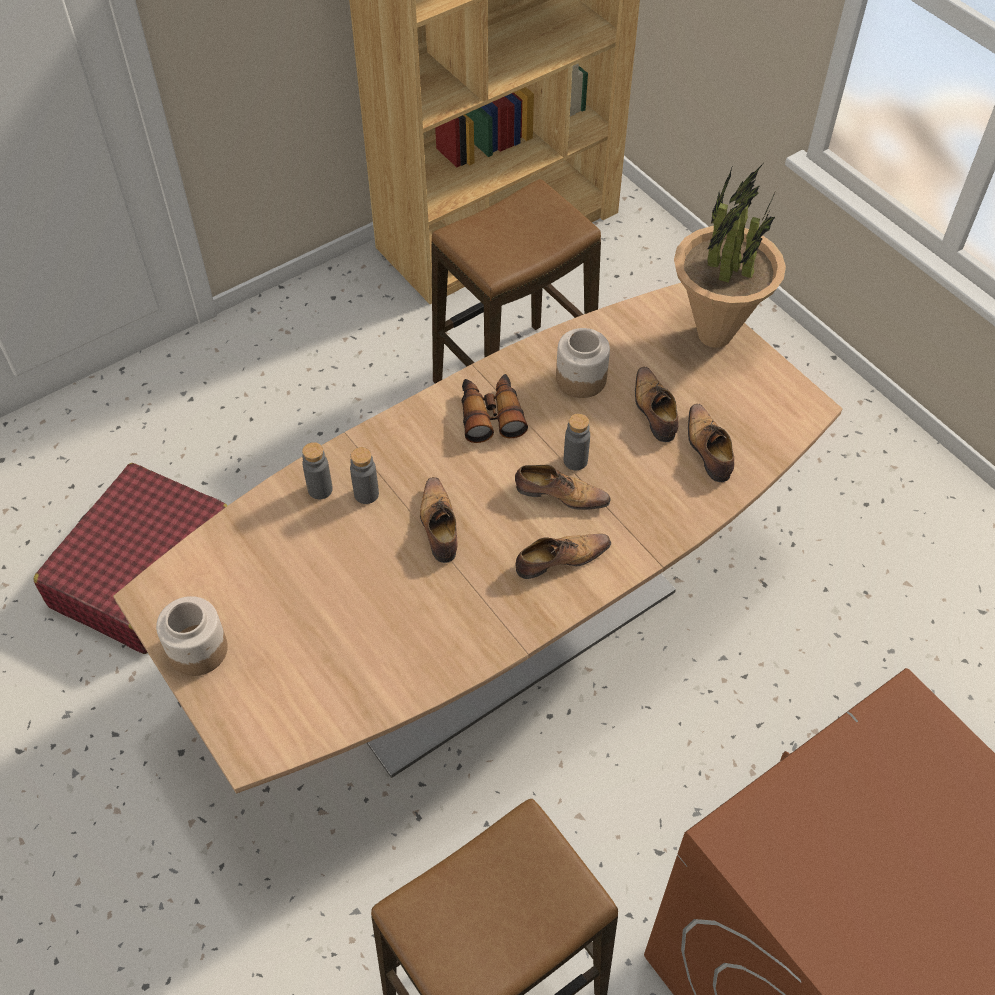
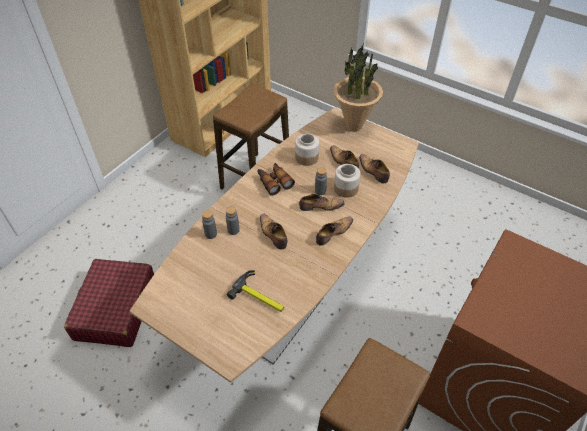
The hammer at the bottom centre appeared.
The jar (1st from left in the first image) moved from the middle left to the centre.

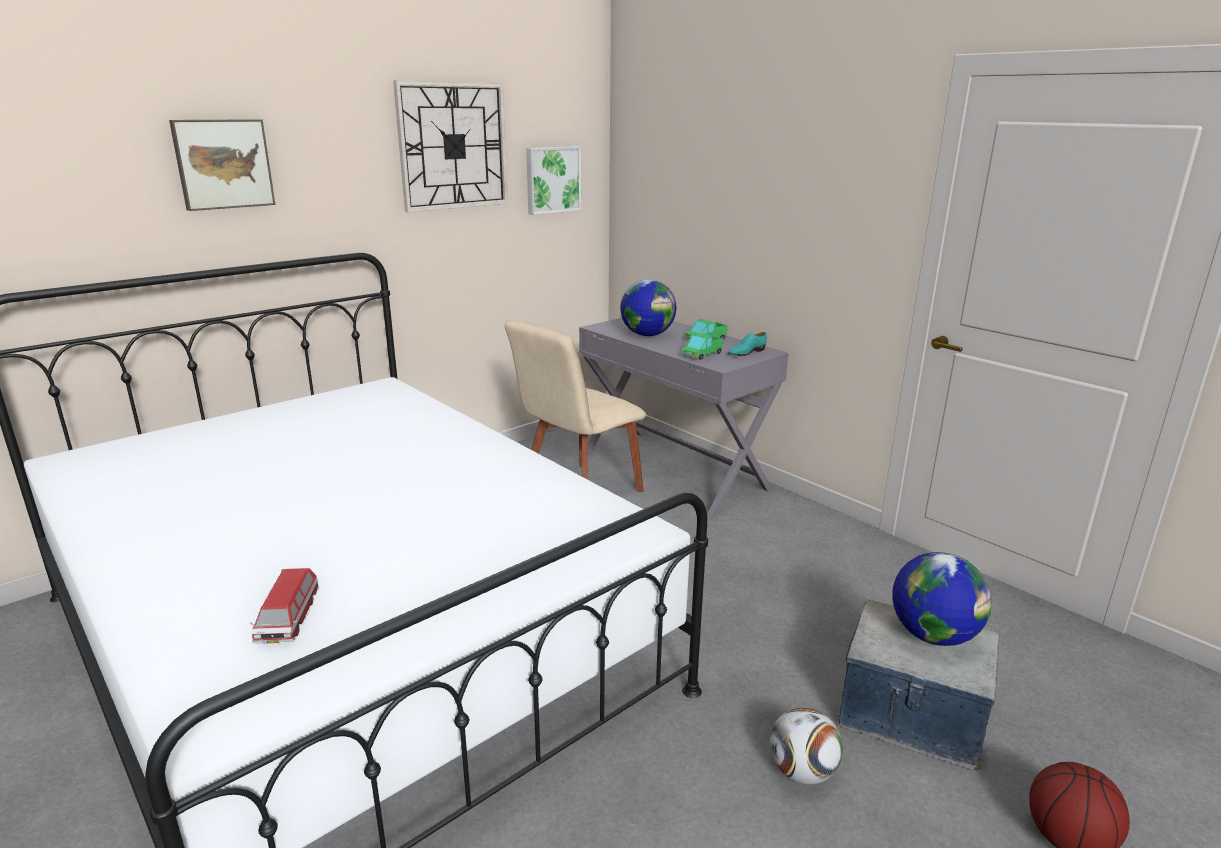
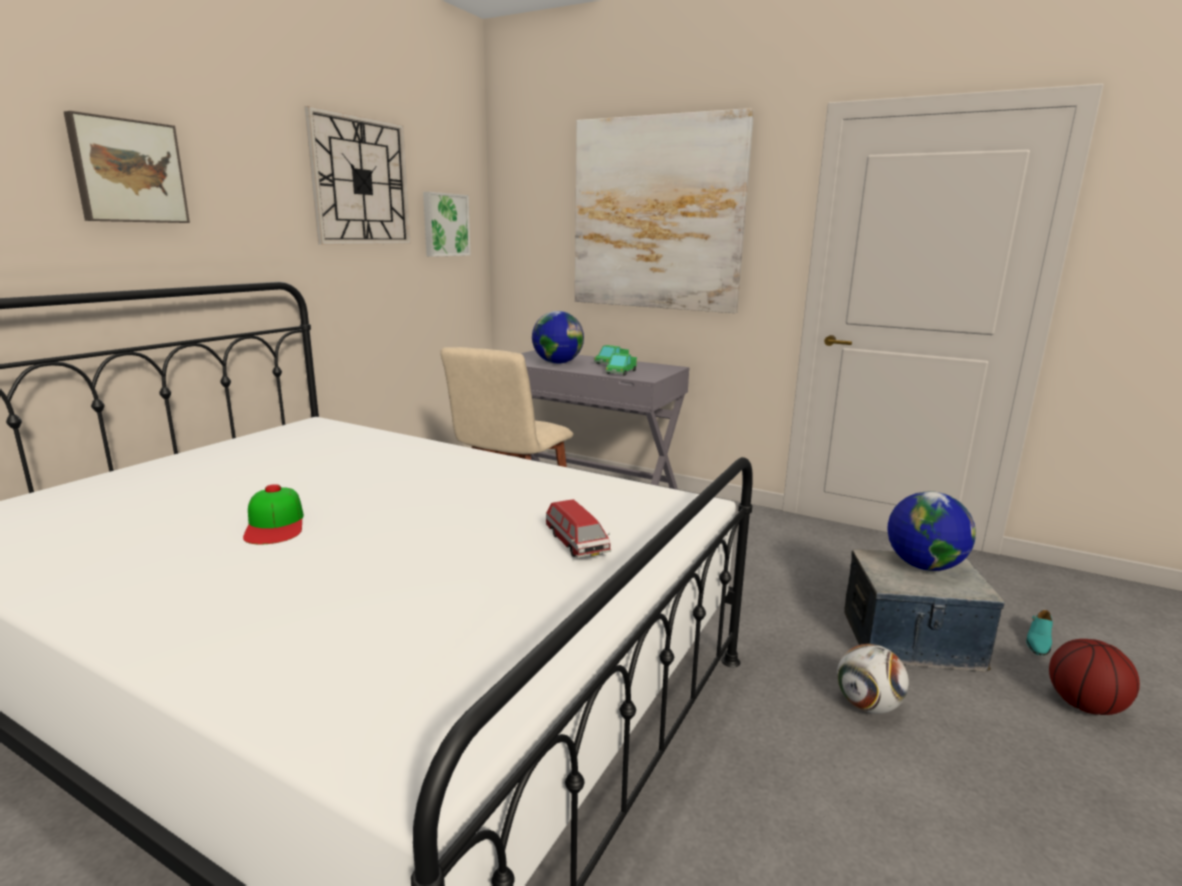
The peaked cap at the middle left appeared.
The toy car moved from the bottom left to the centre.
The wall art (3rd from left) at the top centre appeared.
The turquoise-coloured shoe moved from the centre to the bottom right.

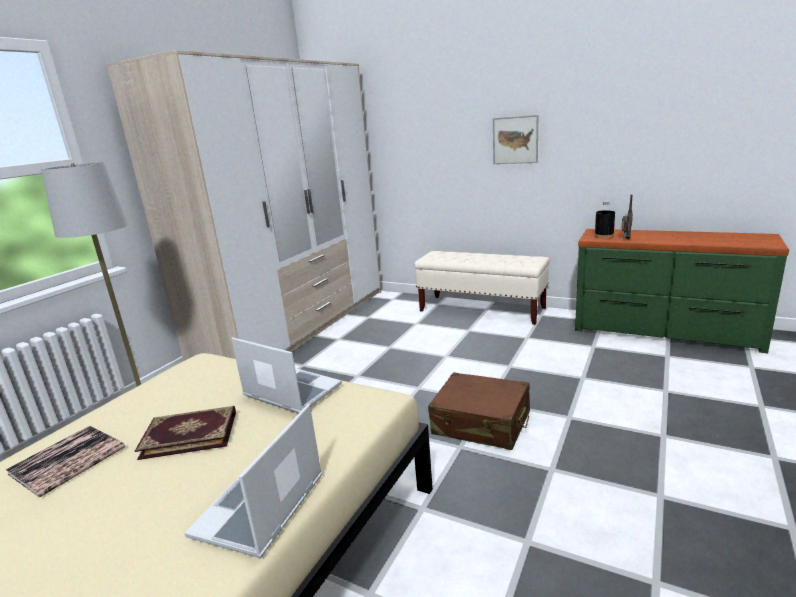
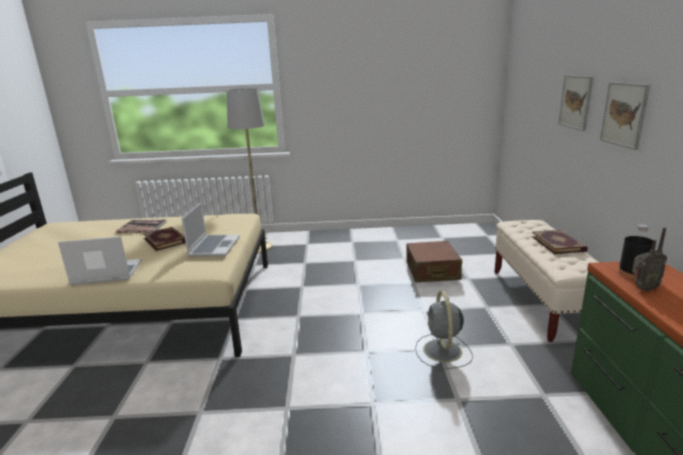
The brown travel case moved from the bottom centre to the centre.
The grey fan at the bottom centre appeared.
The volume (3rd from left) at the middle right appeared.
The wall art (1st from left) at the top right appeared.
The armoire at the middle left disappeared.

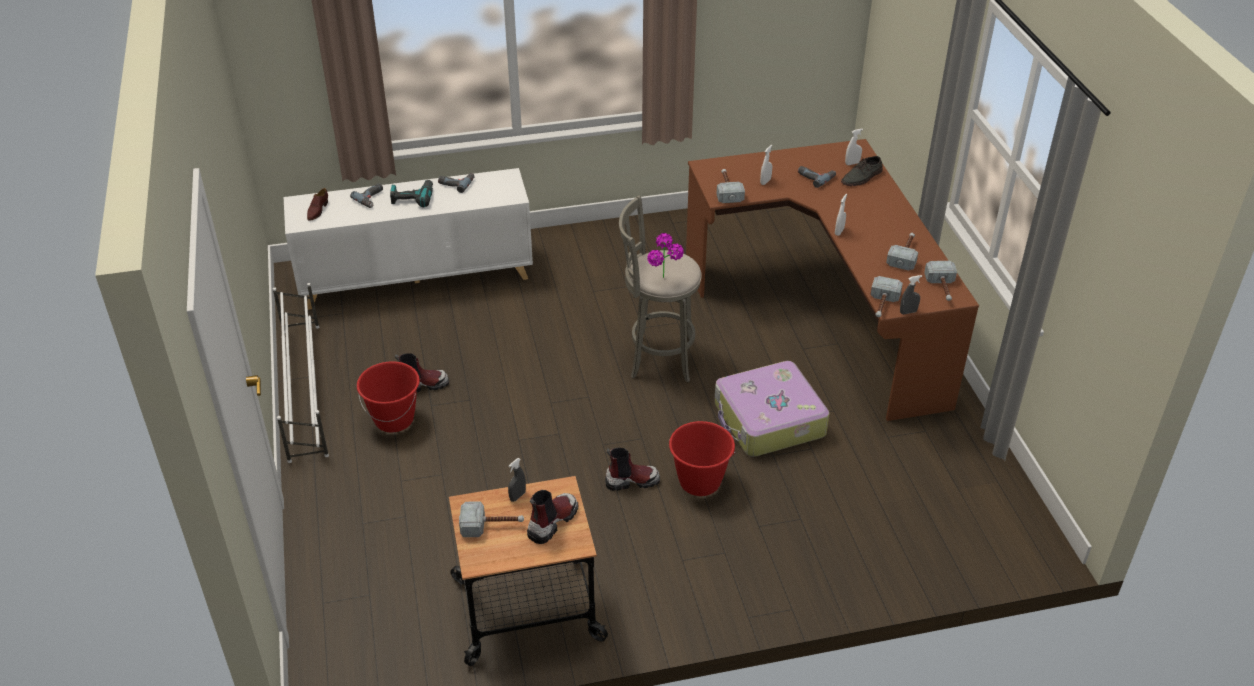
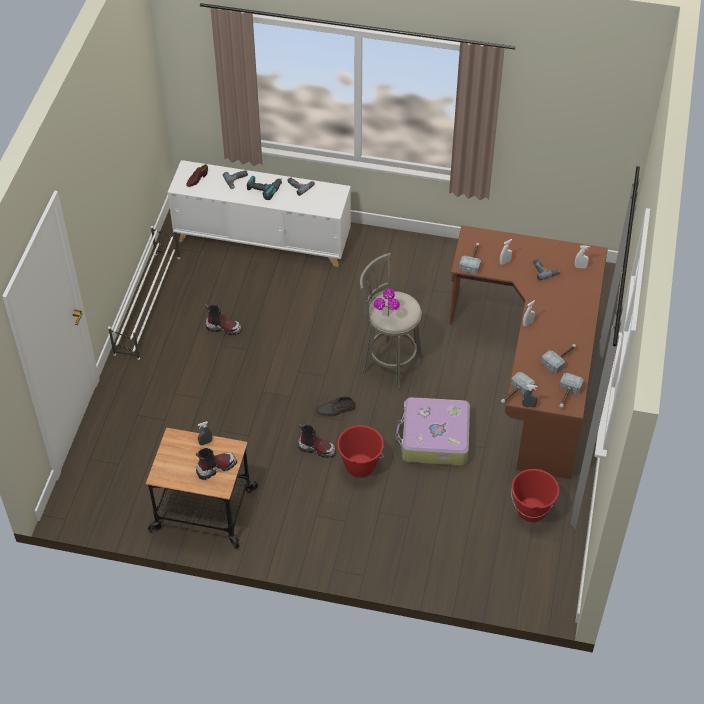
The grey shoe moved from the top right to the centre.
The red pail (1st from left in the first image) moved from the middle left to the bottom right.
The hammer (1st from left) at the bottom centre disappeared.

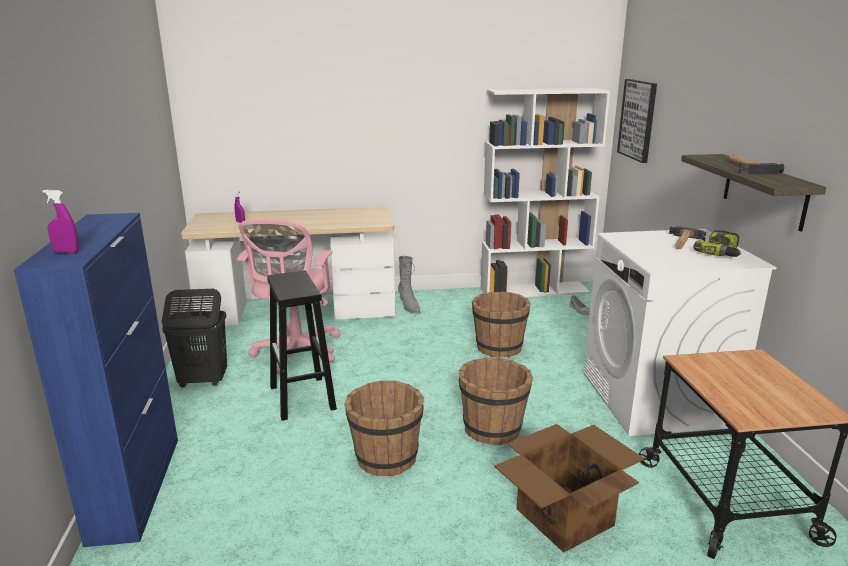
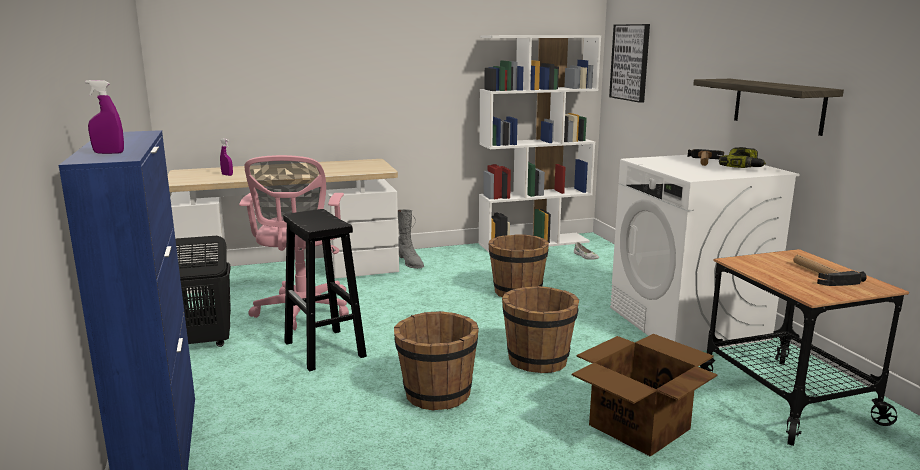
The hammer (2nd from left) moved from the top right to the middle right.

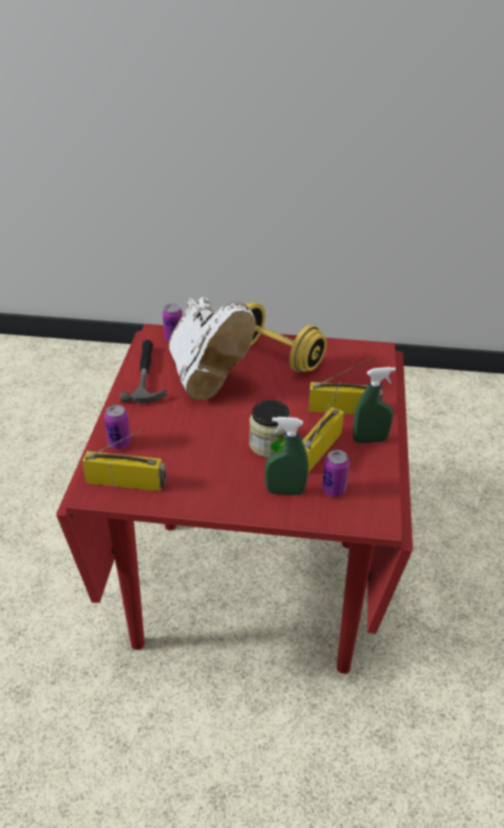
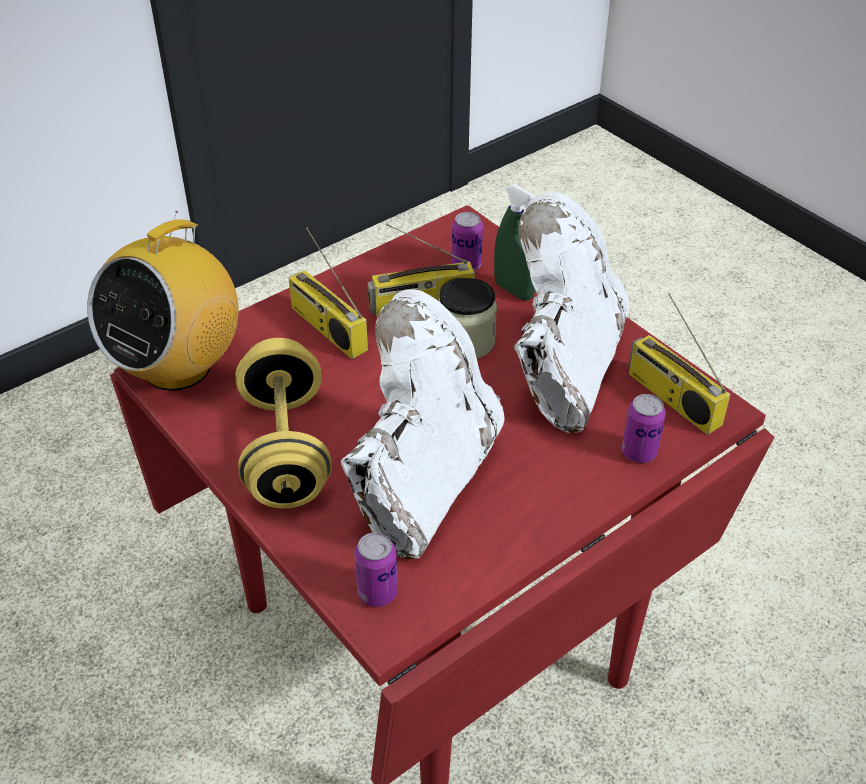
The radio set (1st from left) at the middle left appeared.
The whitish boot (2nd from left) at the centre appeared.
The hammer at the middle left disappeared.
The green spray bottle (2nd from left) at the middle right disappeared.

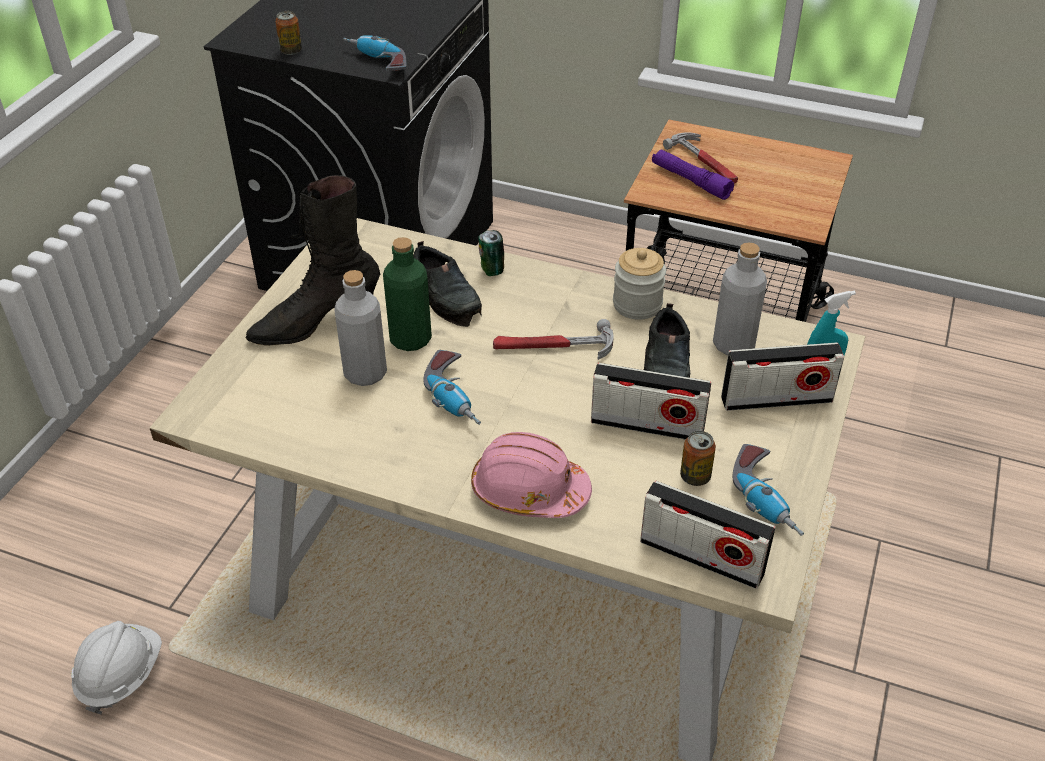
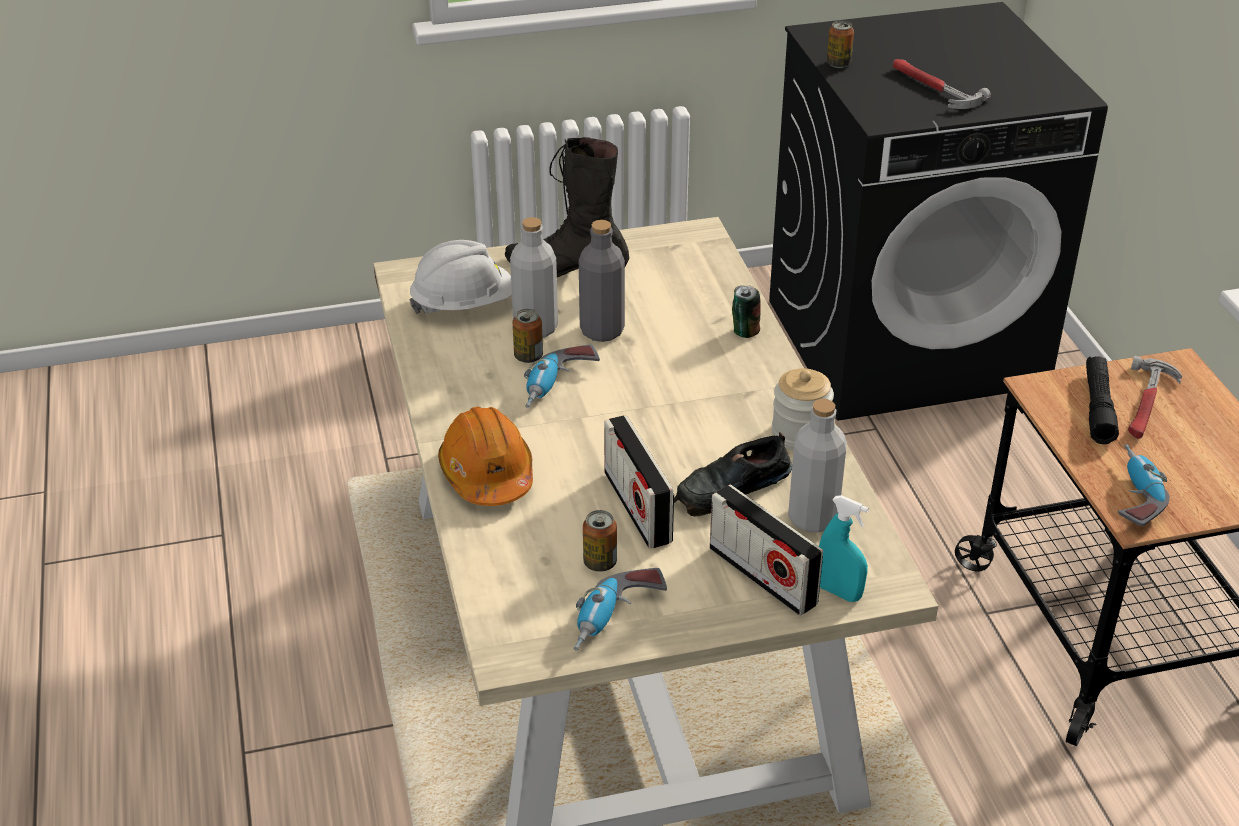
The whitish hard hat moved from the bottom left to the centre.
The pink-coloured hard hat at the centre became the orangey hard hat at the centre.
The can (1st from left) at the centre appeared.
The green bottle at the centre became the grey bottle (2nd from left) at the centre.
The hammer (1st from left) moved from the centre to the top right.
The purplish torch at the top centre became the black torch at the middle right.
The power drill (1st from left in the first image) moved from the top centre to the middle right.
The black shoe (1st from left) at the centre disappeared.
The radio set (2nd from left) at the bottom right disappeared.

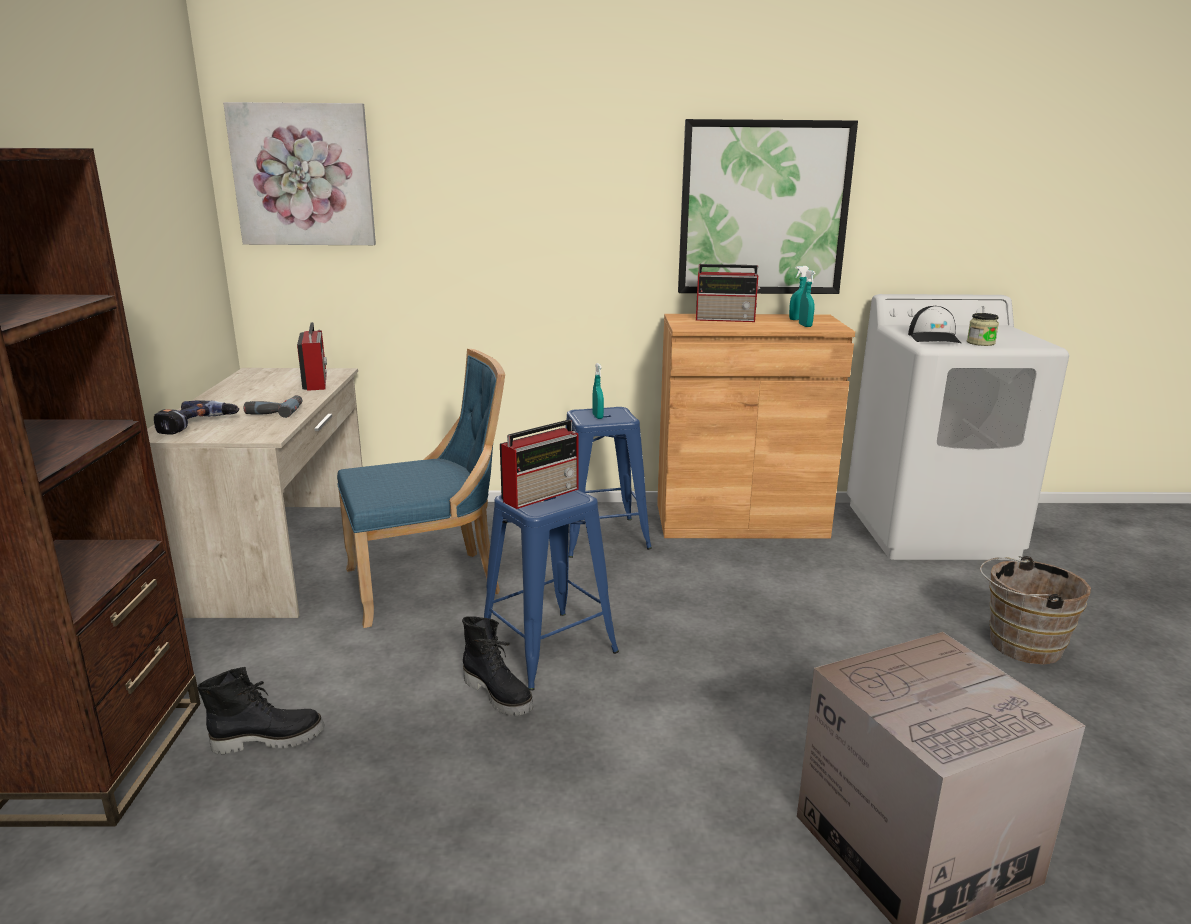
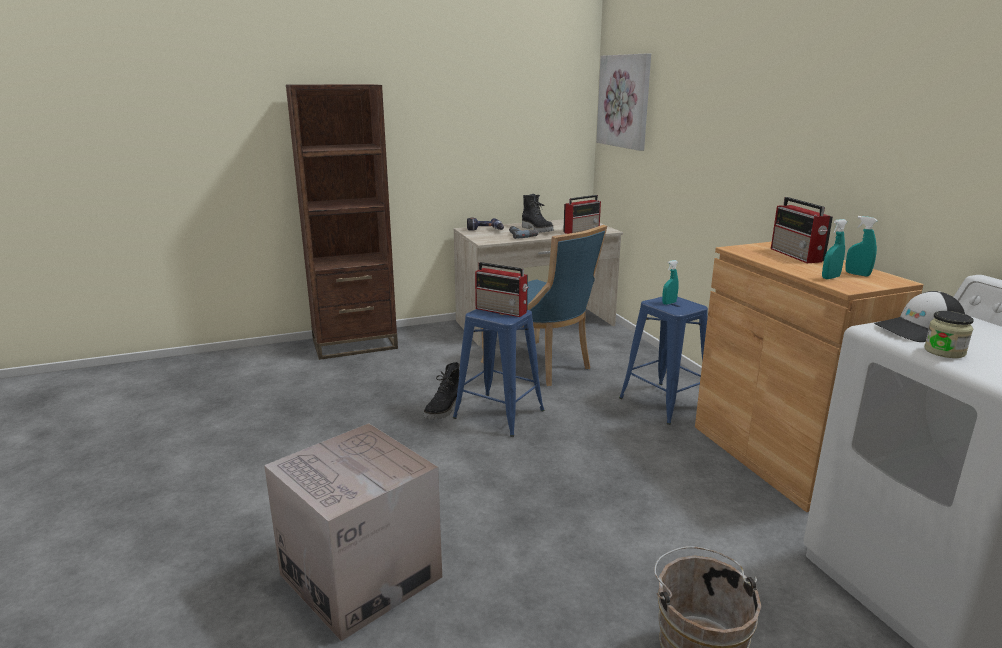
The black boot (1st from left in the first image) moved from the bottom left to the top centre.
The wall art (2nd from left) at the top centre disappeared.

